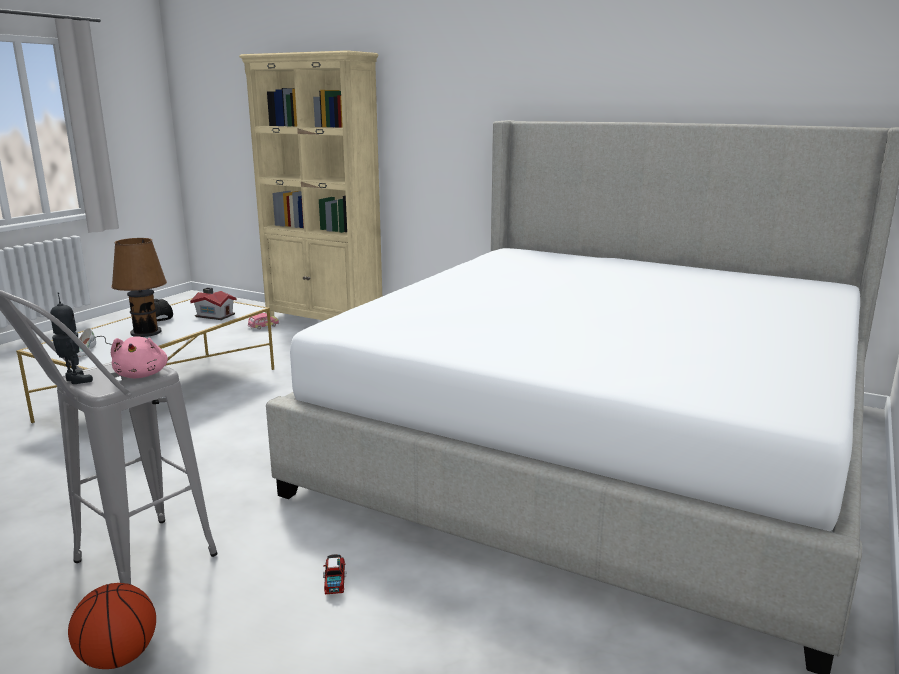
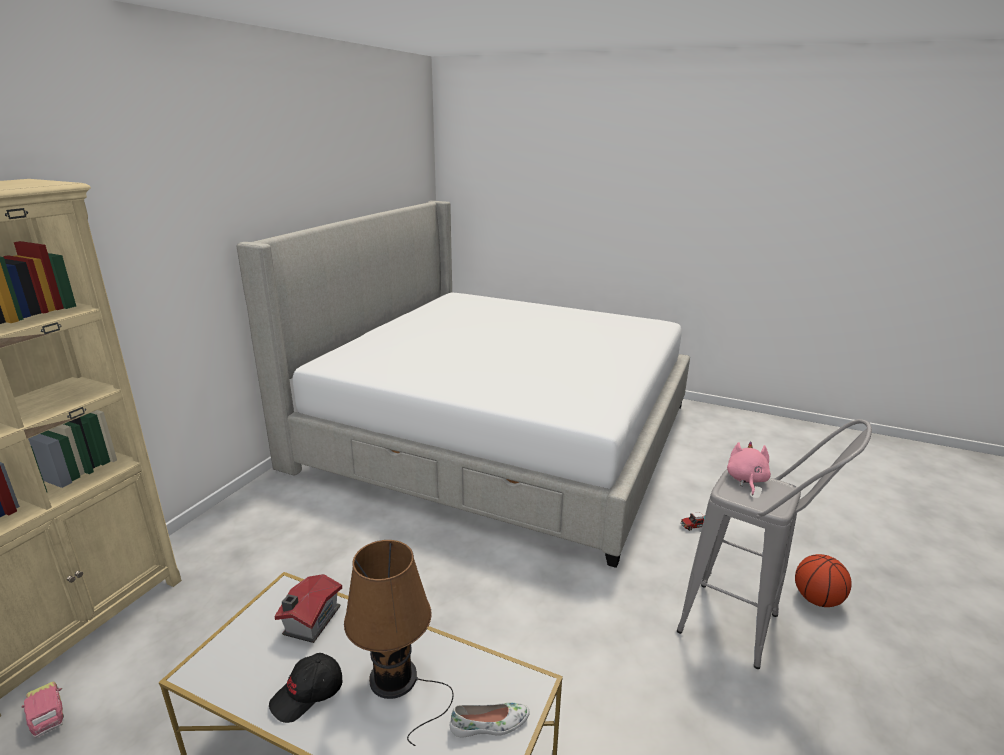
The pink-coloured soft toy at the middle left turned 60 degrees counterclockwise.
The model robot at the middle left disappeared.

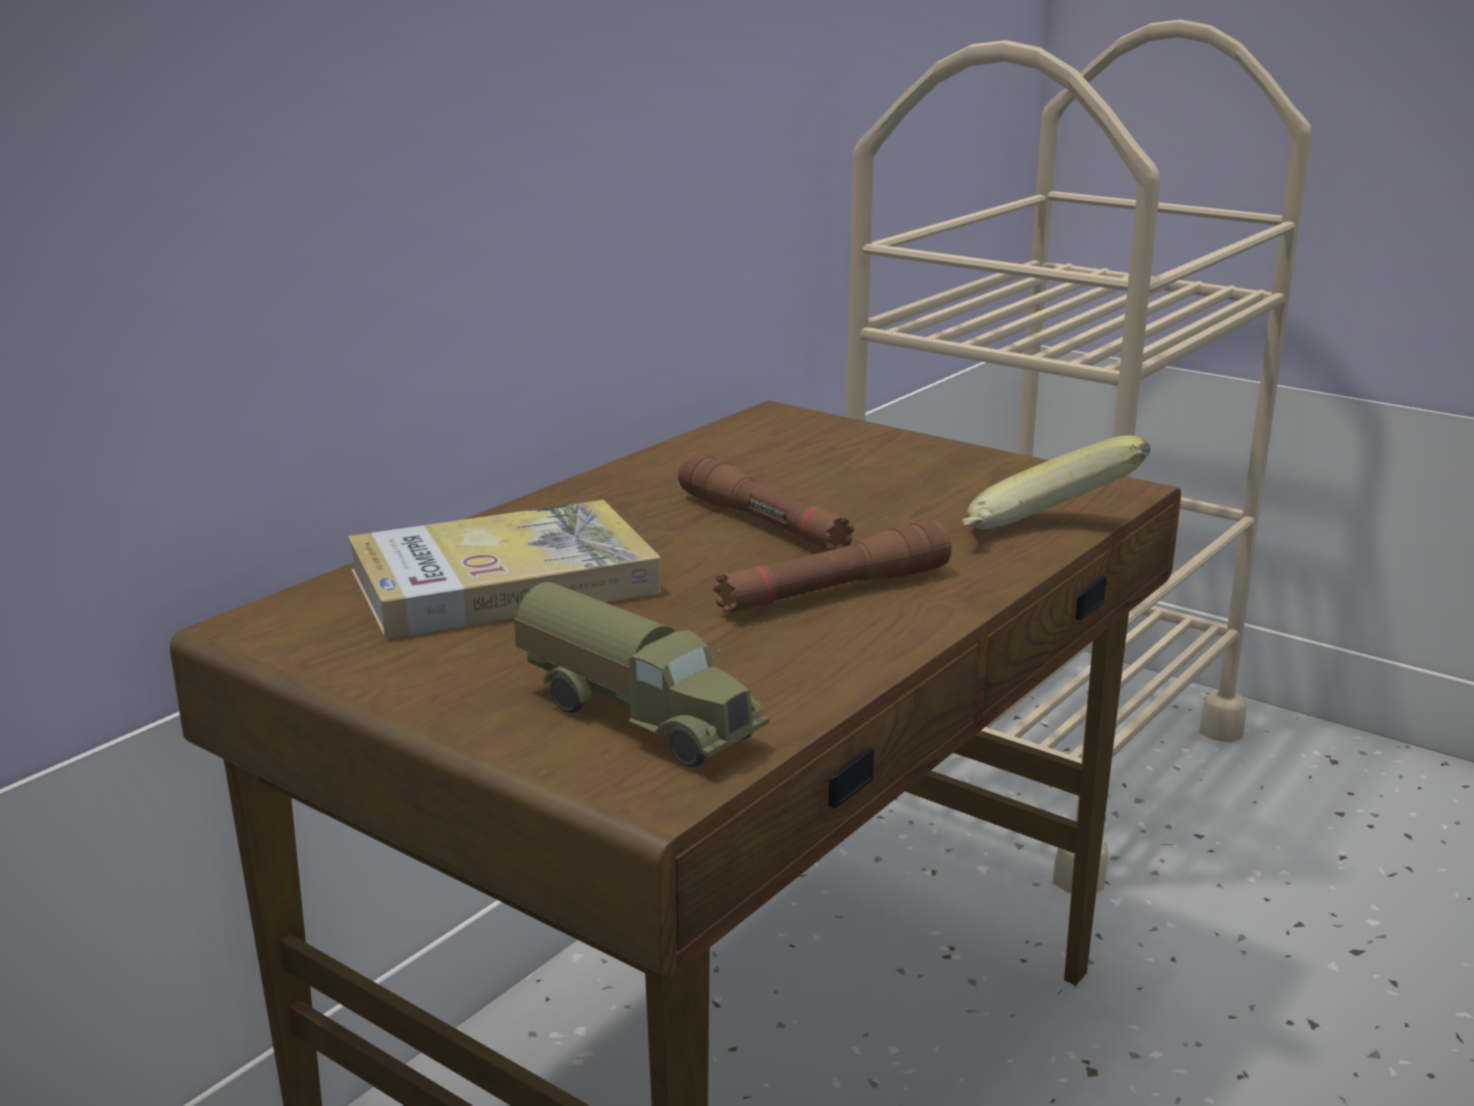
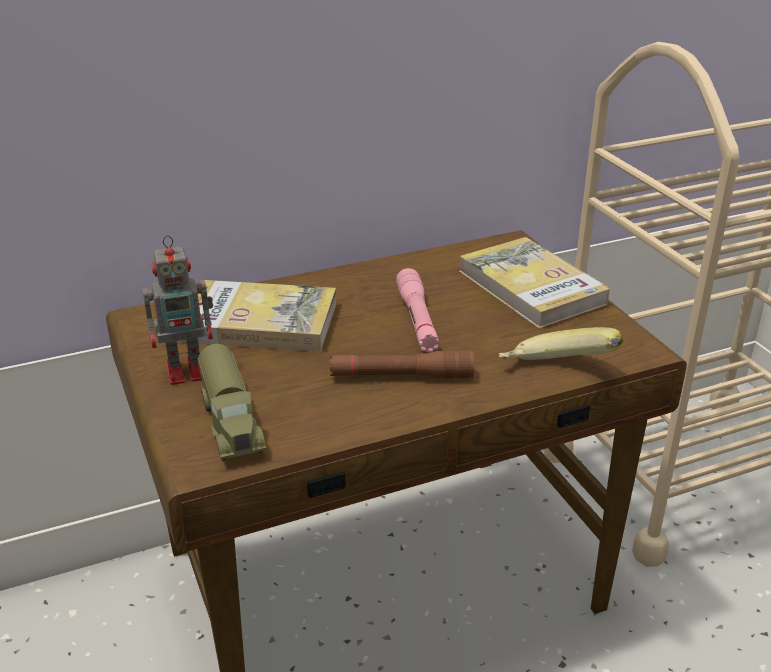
The model robot at the middle left appeared.
The brown torch (1st from left) at the centre became the pink-coloured torch at the centre.
The volume (2nd from left) at the middle right appeared.

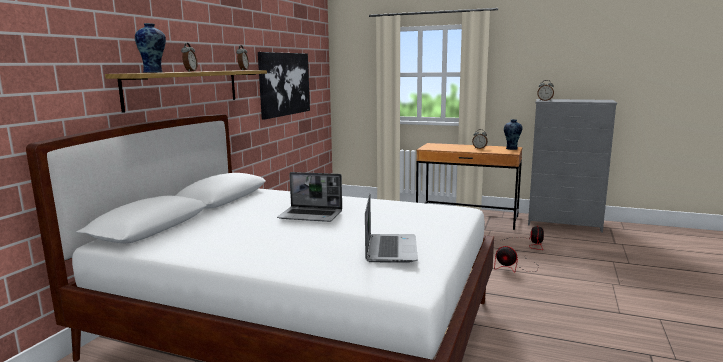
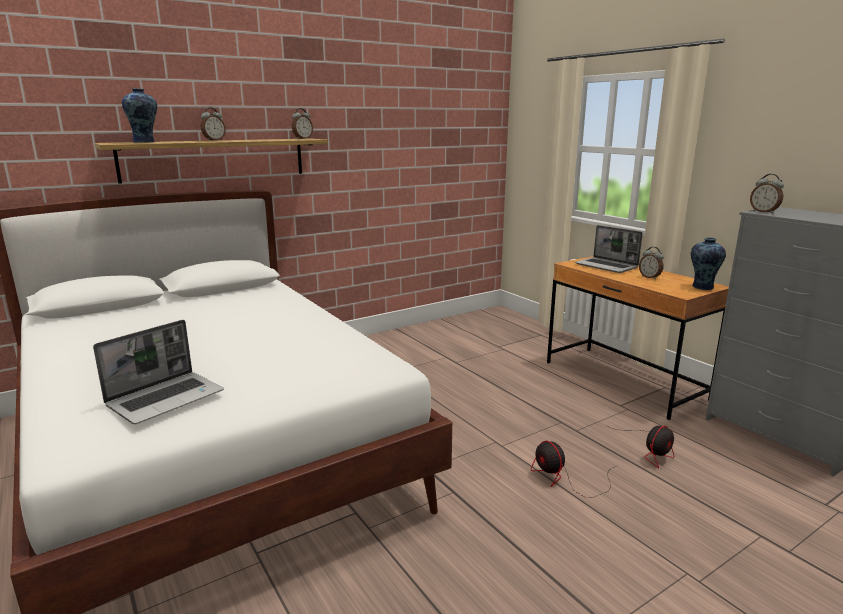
The laptop (1st from left in the first image) moved from the centre to the middle right.
The wall art at the top centre disappeared.

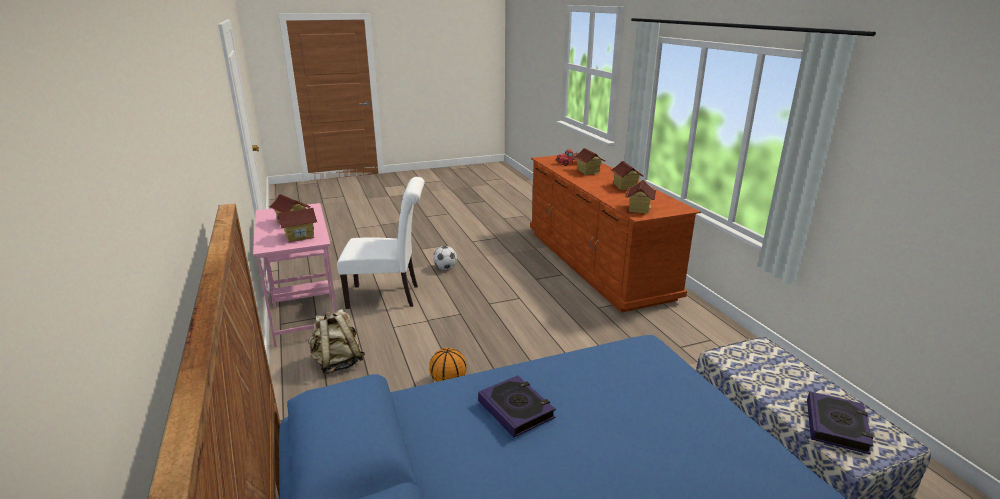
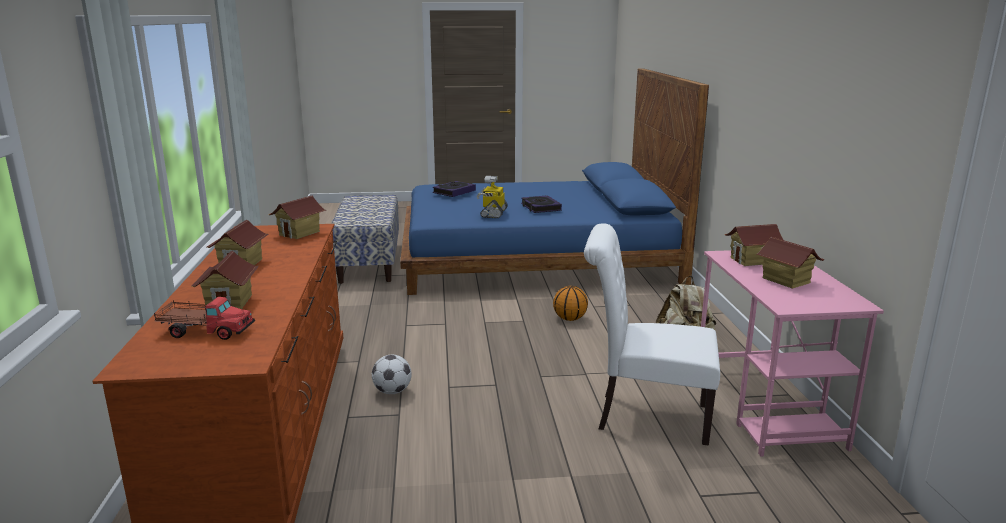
The ball for football moved from the centre to the bottom centre.
The volume (2nd from left in the first image) moved from the bottom right to the centre.
The model robot at the centre appeared.

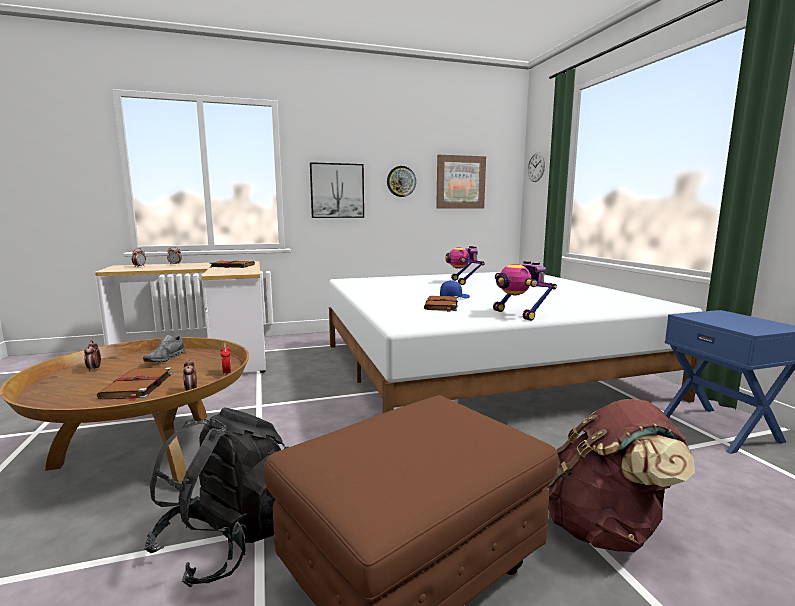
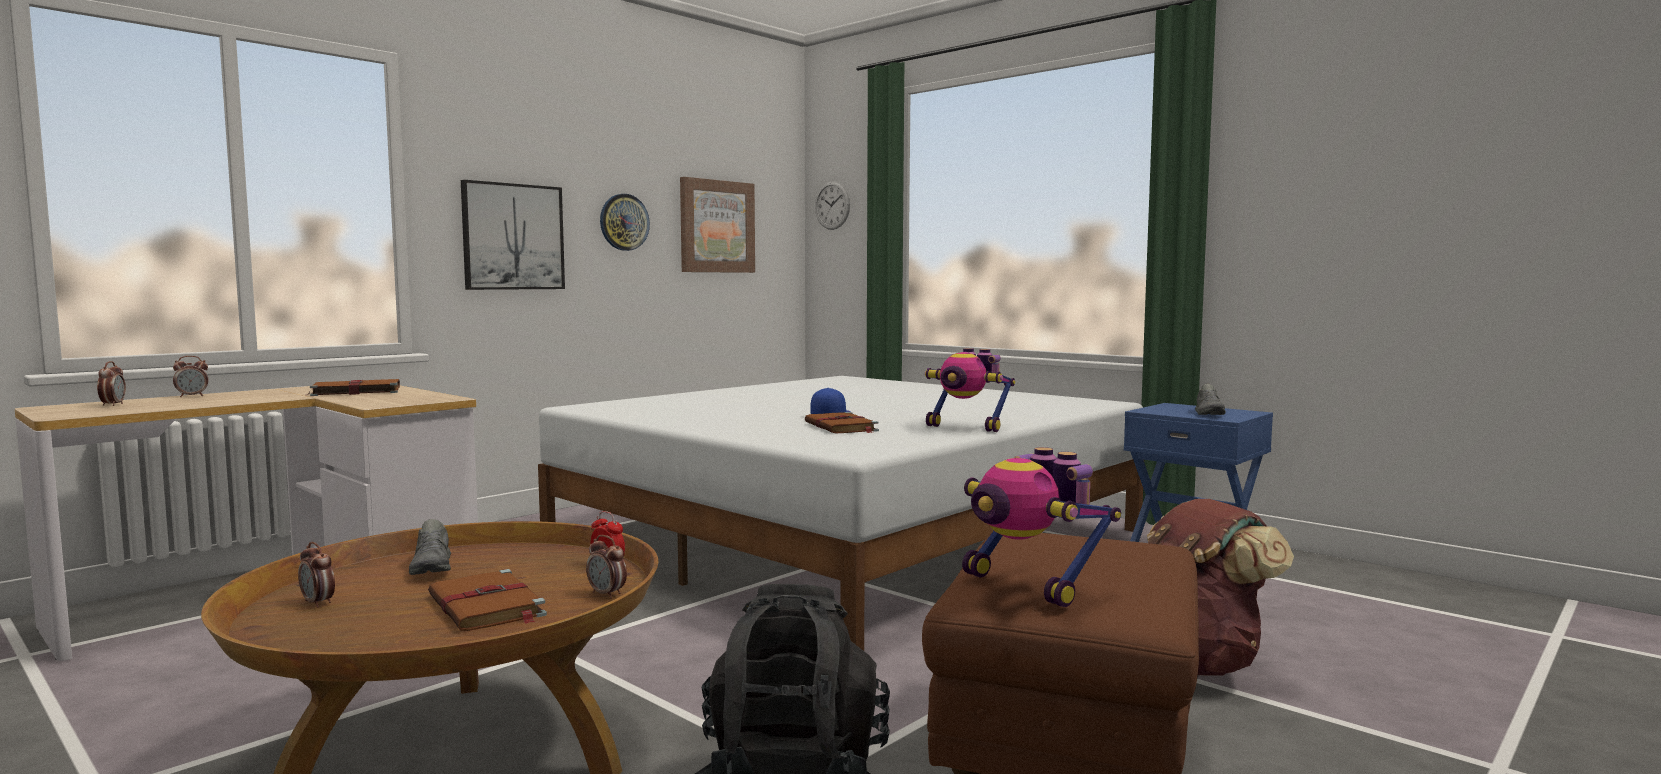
The model robot (1st from left in the first image) moved from the centre to the bottom centre.
The grey shoe (2nd from left) at the middle right appeared.

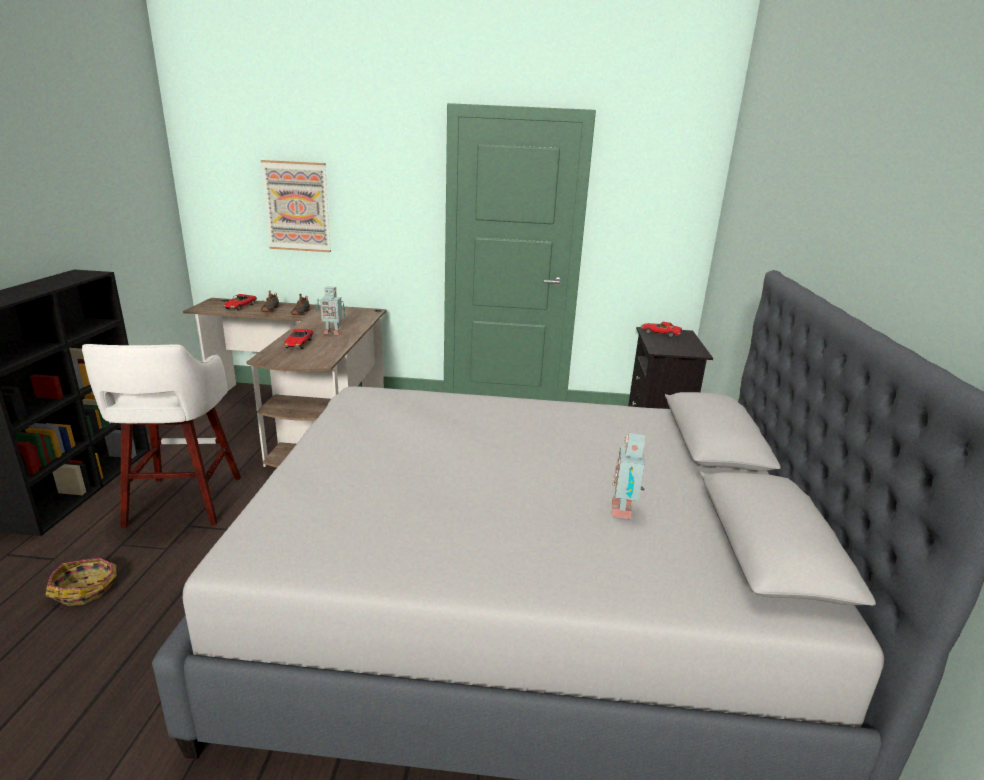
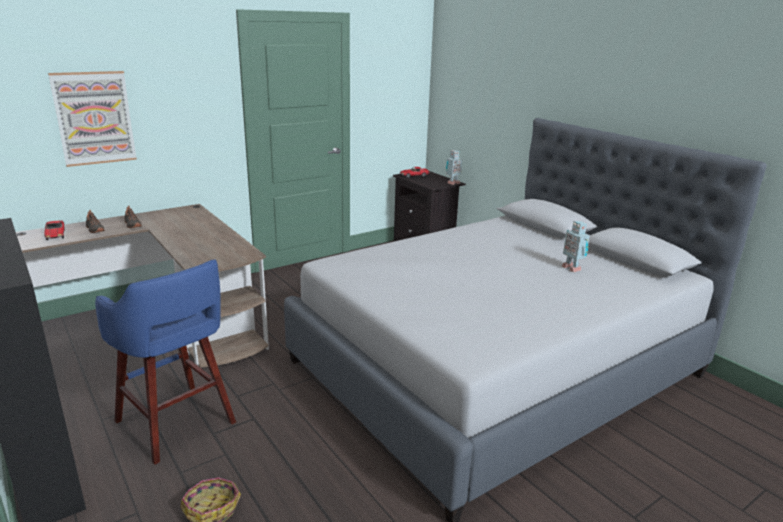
The whitish sitting stool at the middle left became the blue-coloured sitting stool at the bottom left.
The model robot (1st from left) moved from the centre to the top centre.
The toy car (2nd from left) at the middle left disappeared.

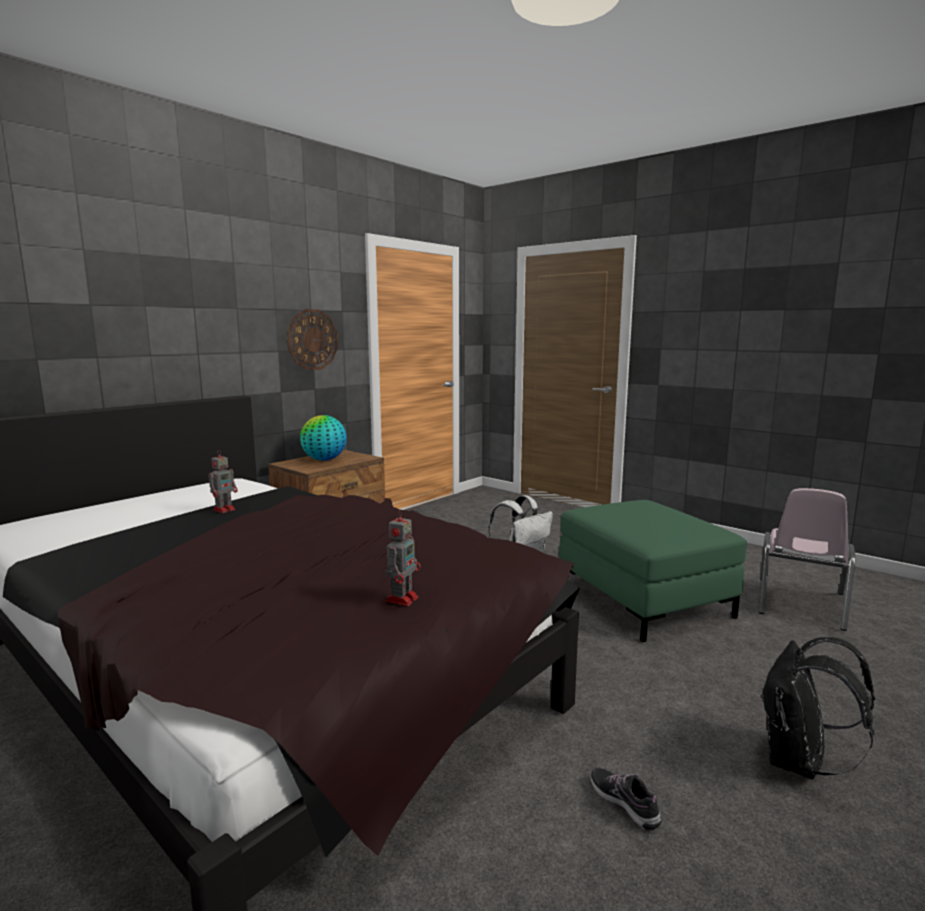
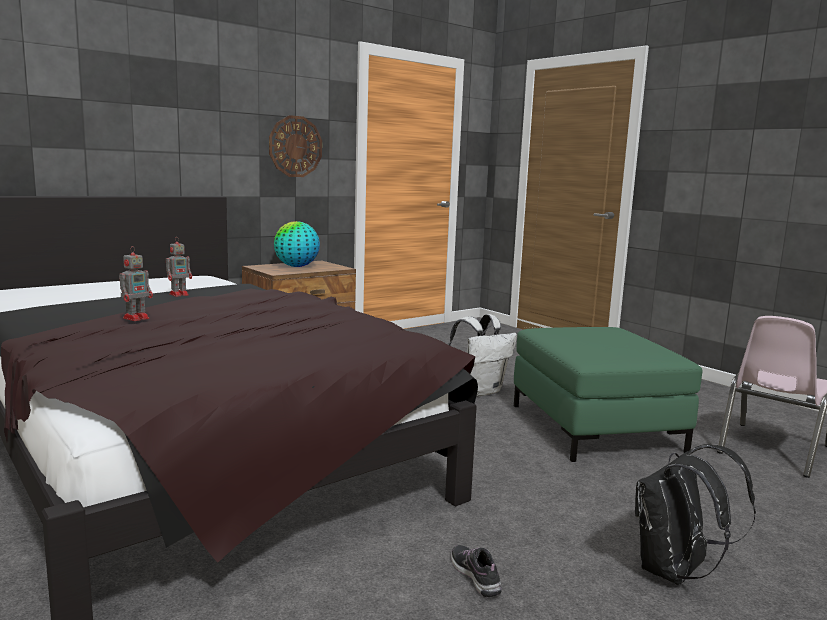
The model robot (2nd from left in the first image) moved from the centre to the middle left.

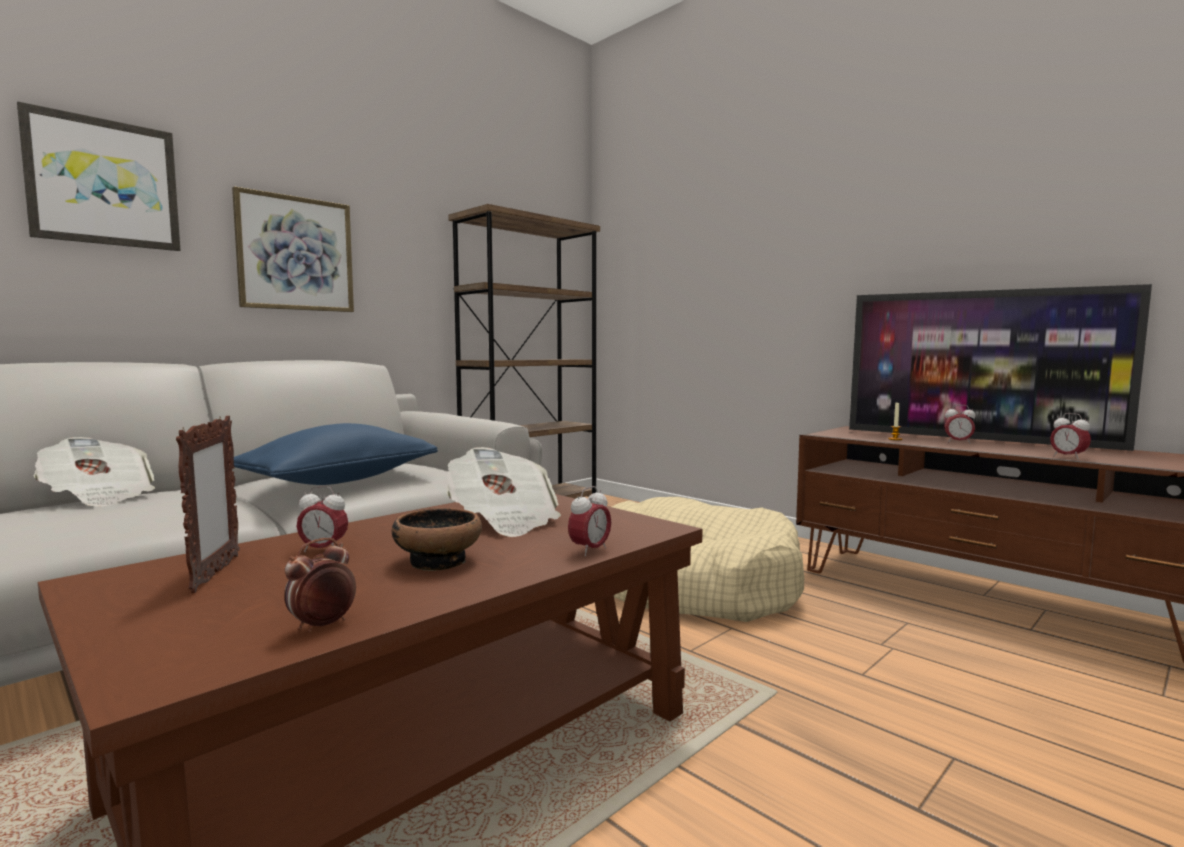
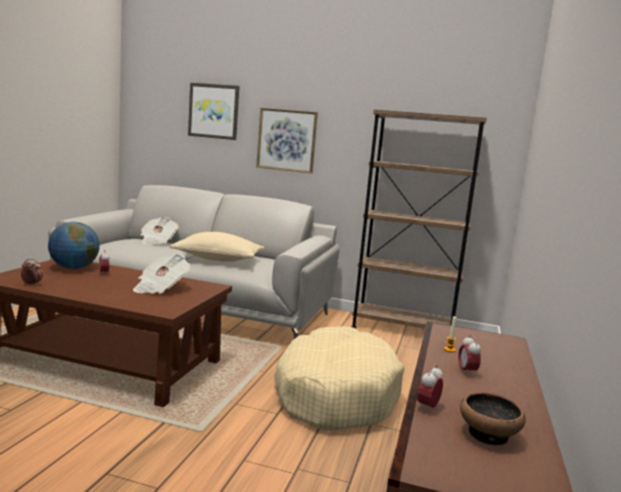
The picture frame at the middle left was replaced by the globe at the middle left.
The blue-coloured cushion at the middle left became the beige-coloured cushion at the centre.
The serving bowl moved from the centre to the bottom right.
The bedside clock (3rd from left) at the centre disappeared.
The TV at the middle right disappeared.

